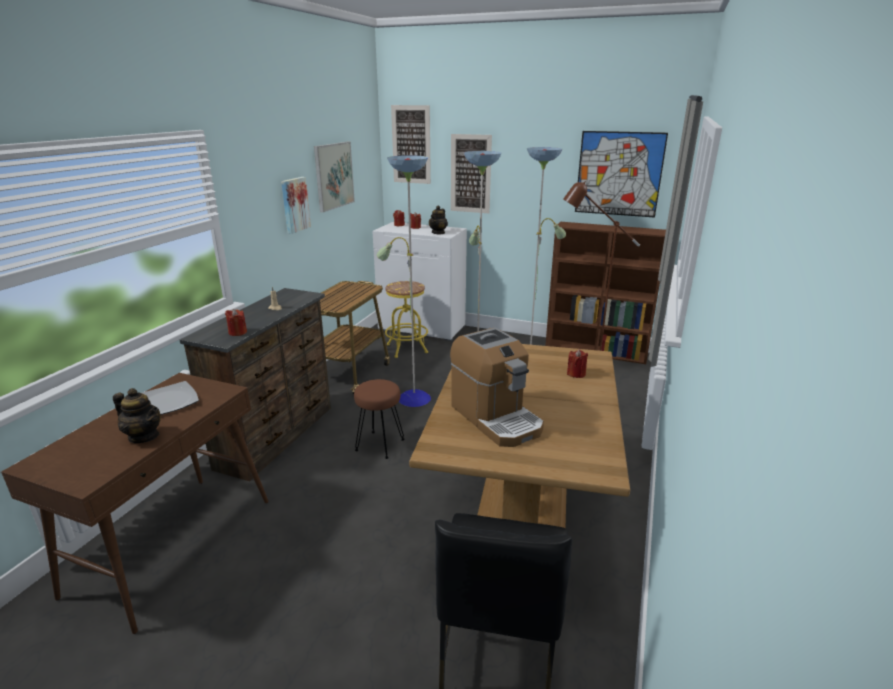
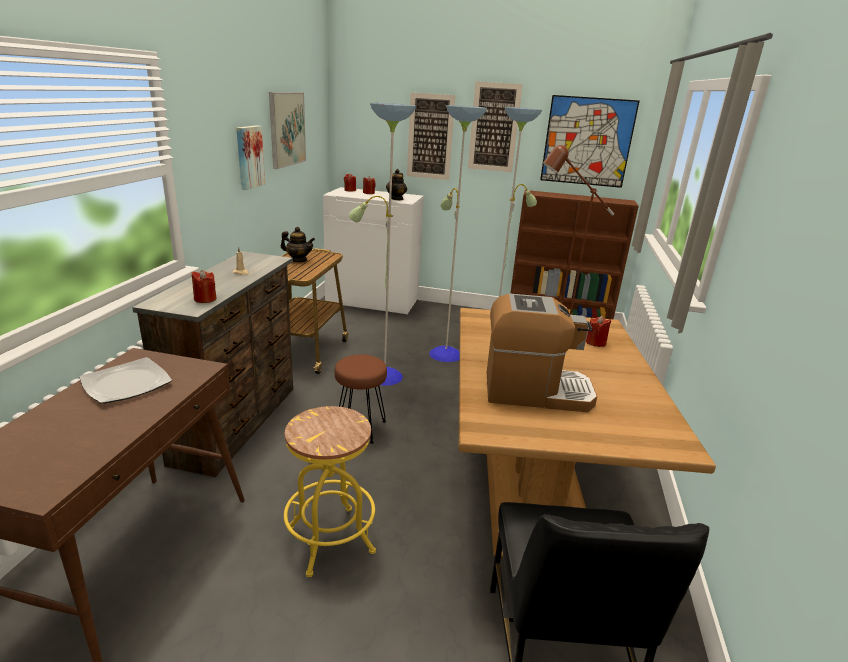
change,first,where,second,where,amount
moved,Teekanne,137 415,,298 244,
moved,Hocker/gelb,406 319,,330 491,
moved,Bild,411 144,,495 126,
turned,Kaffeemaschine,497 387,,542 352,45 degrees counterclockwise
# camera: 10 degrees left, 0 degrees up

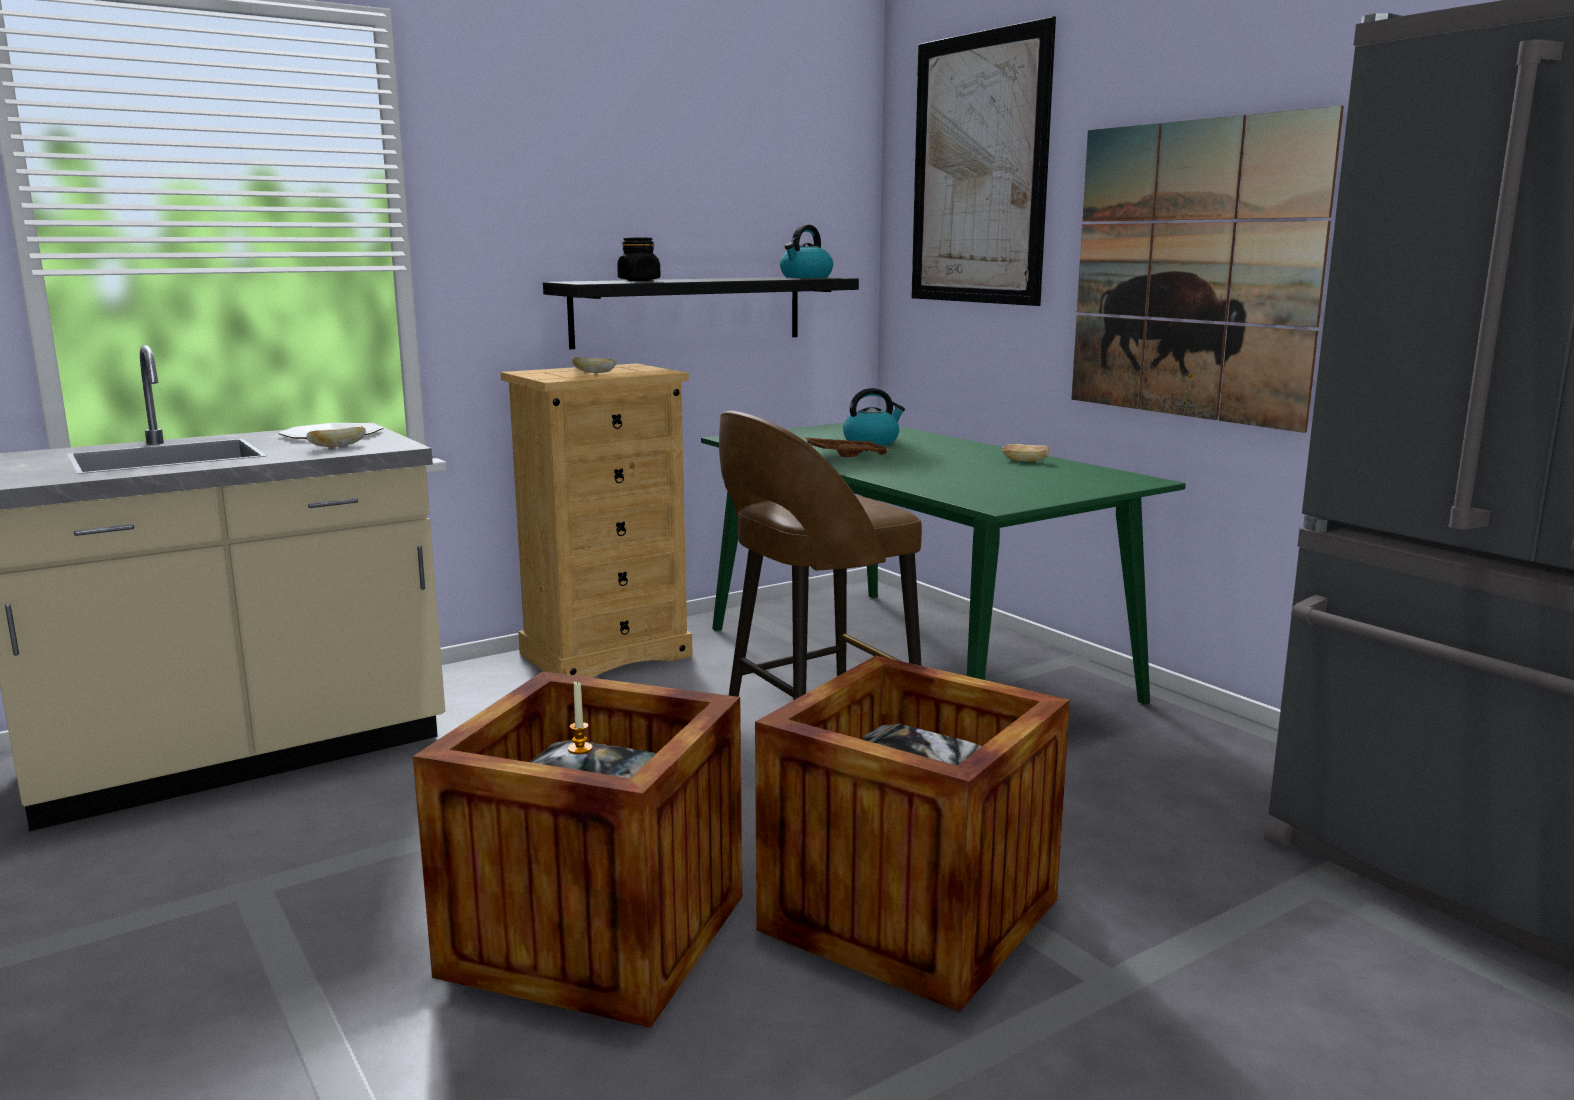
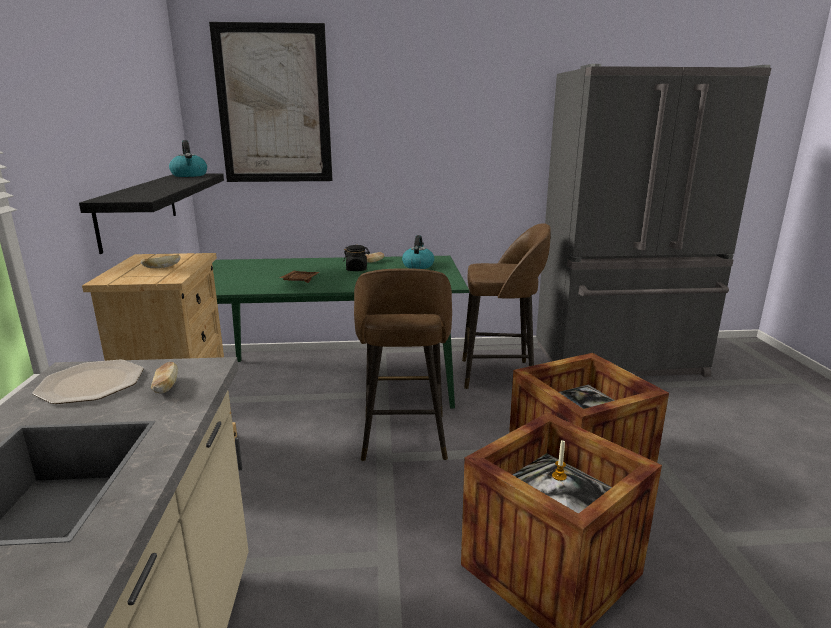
change,first,where,second,where,amount
moved,Vorratsglas/schwarz,639 259,,357 258,
moved,Wasserkessel,874 416,,418 252,
removed,Bild,1207 269,,,
added,,,Hocker/braun,506 306,
# camera: 60 degrees left, 5 degrees up

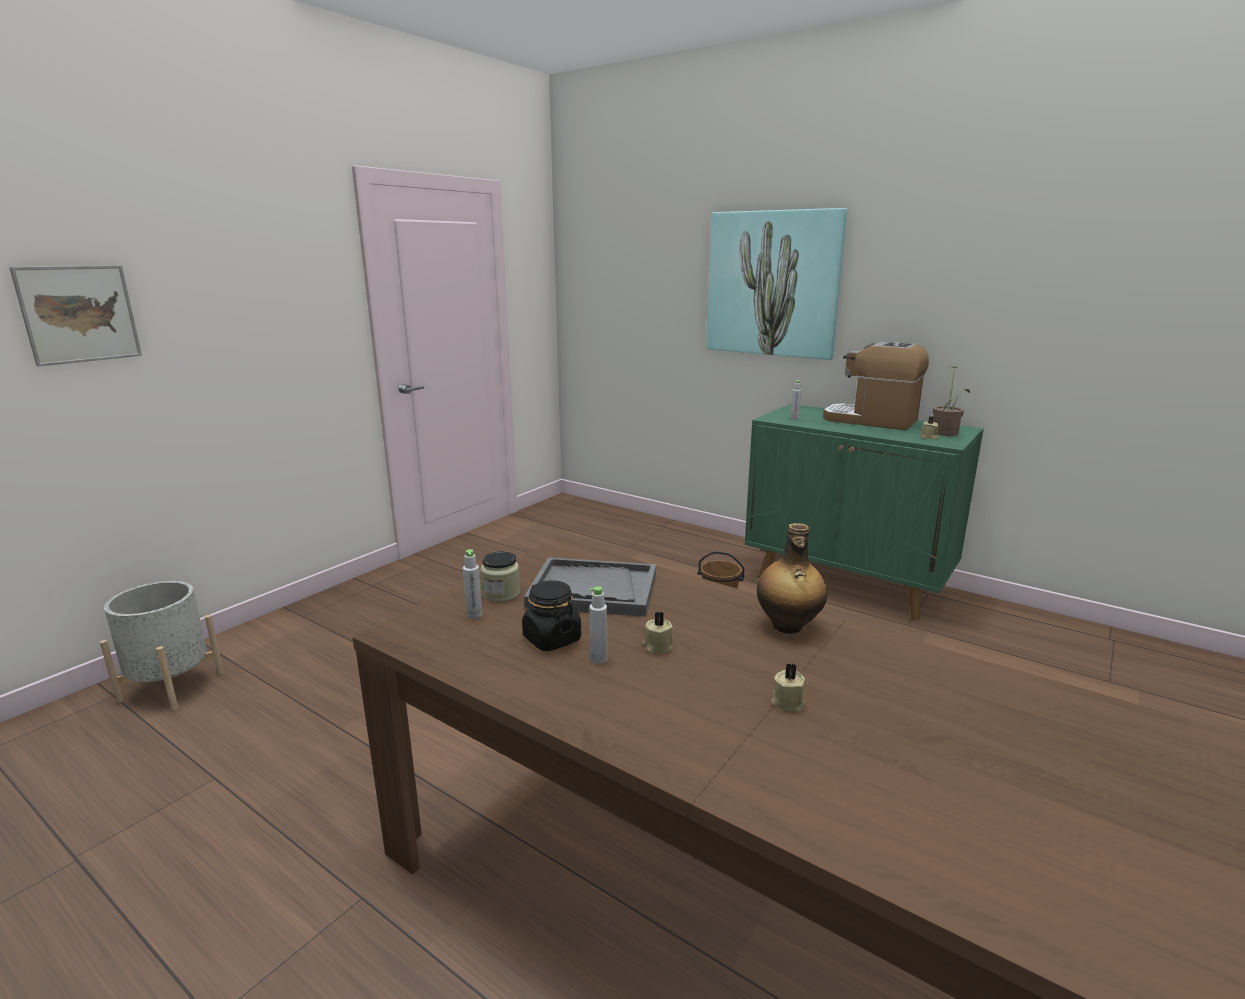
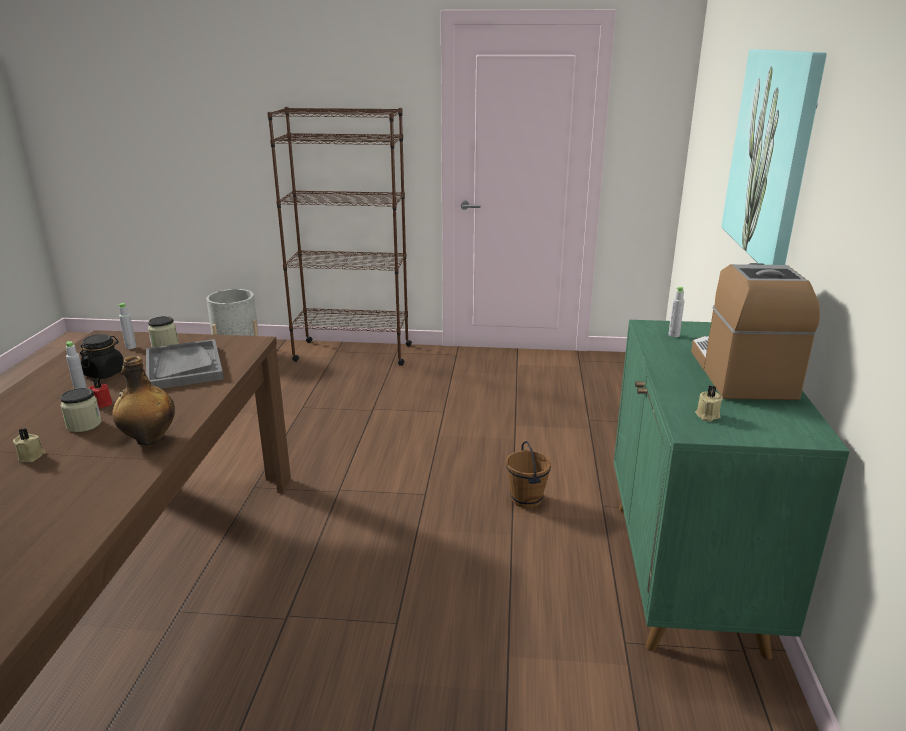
change,first,where,second,where,amount
removed,Bild,75 316,,,
recoloured,Kerze/beige,657 632,Kerze/rot,100 393,
removed,Topfpflanze,951 401,,,
added,,,Vorratsglas,81 410,
added,,,Bücherregal/braun,339 236,
# camera: 60 degrees right, 5 degrees up

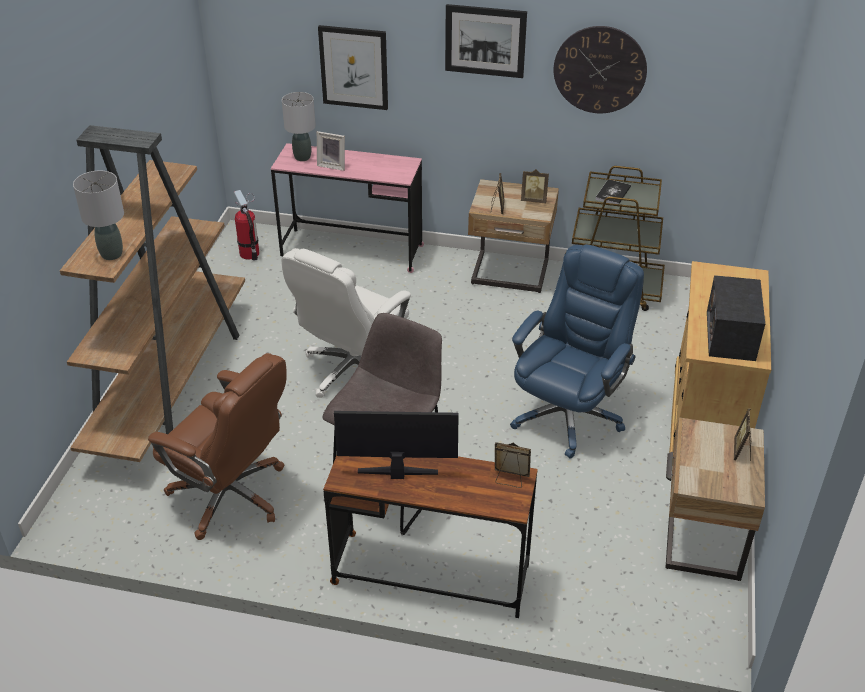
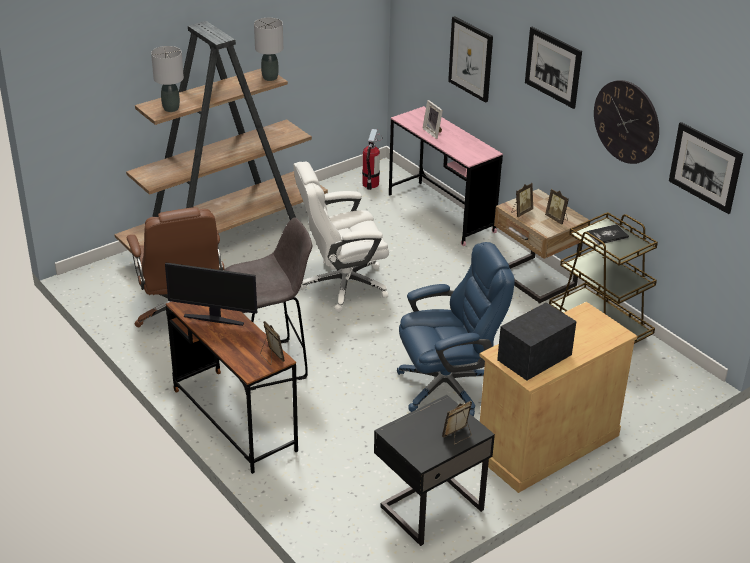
change,first,where,second,where,amount
moved,Tischlampe/grau,299 126,,268 49,
turned,Monitor,396 445,,211 294,150 degrees clockwise
recoloured,Nachttisch/beige,715 499,Nachttisch/schwarz,434 470,
added,,,Bild,706 168,
# camera: 40 degrees right, 5 degrees down

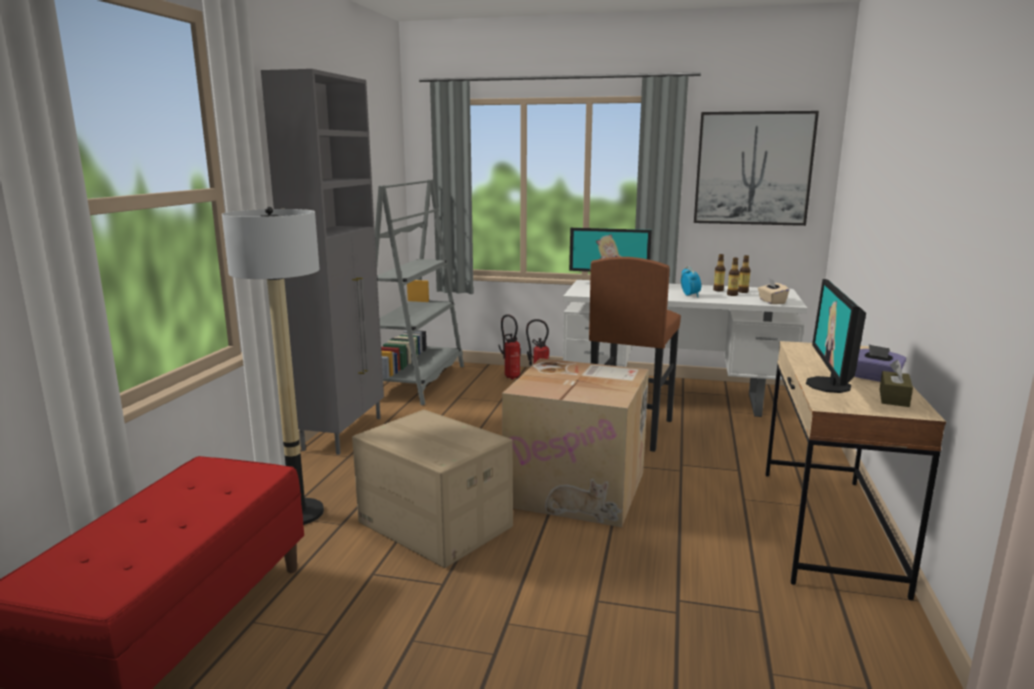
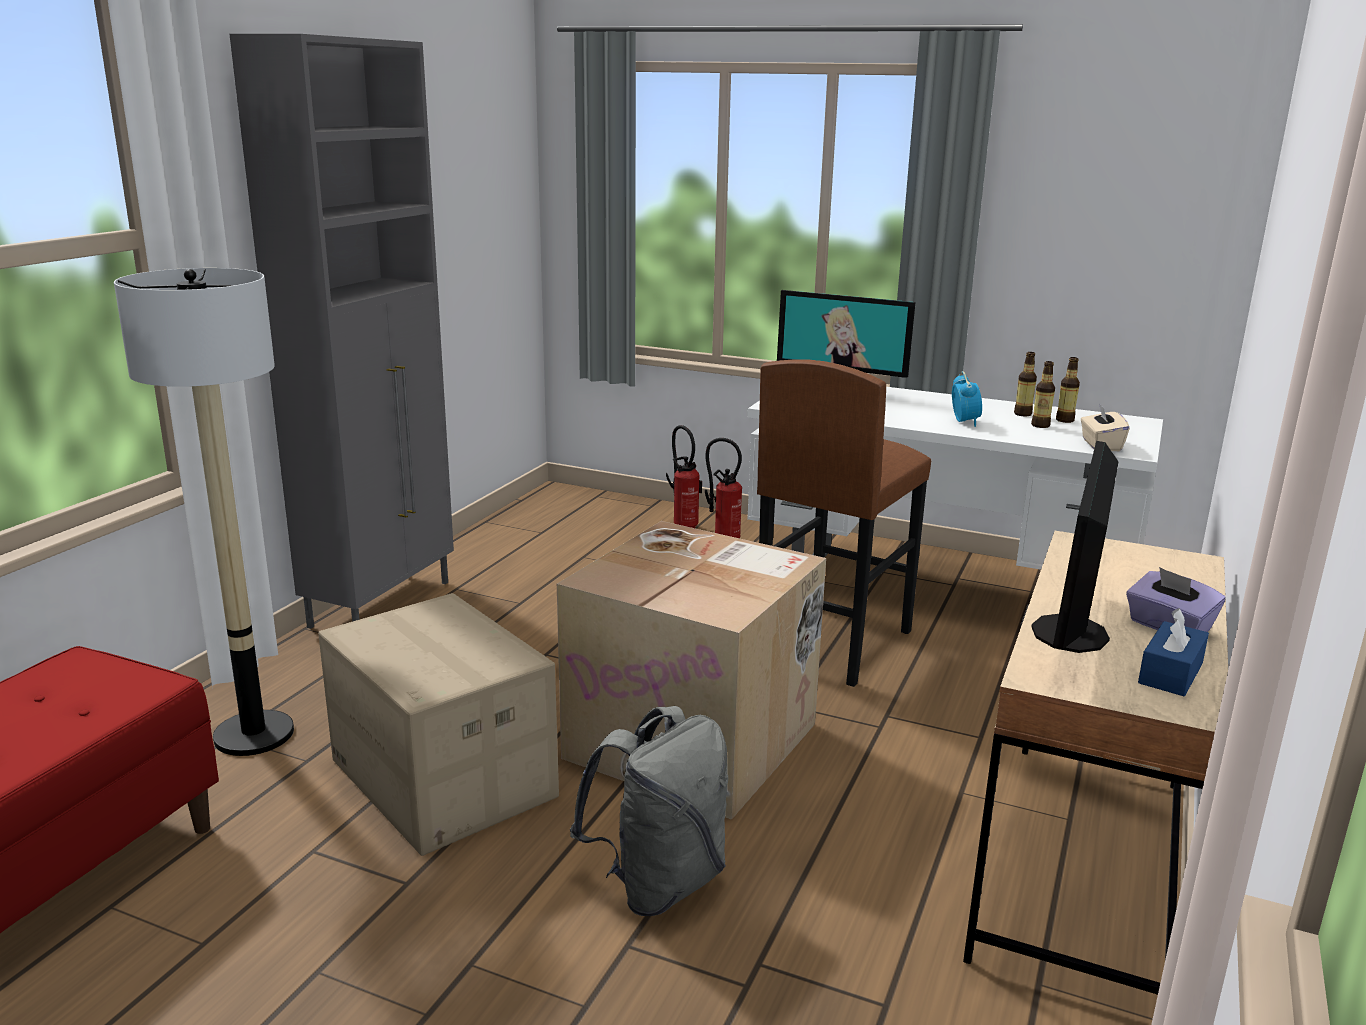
change,first,where,second,where,amount
removed,Bücherregal/grau,419 292,,,
removed,Bild,756 168,,,
recoloured,Taschentuchbox/braun,896 383,Taschentuchbox/blau,1173 652,
added,,,Rucksack/grau,649 811,
# camera: 10 degrees right, 5 degrees up

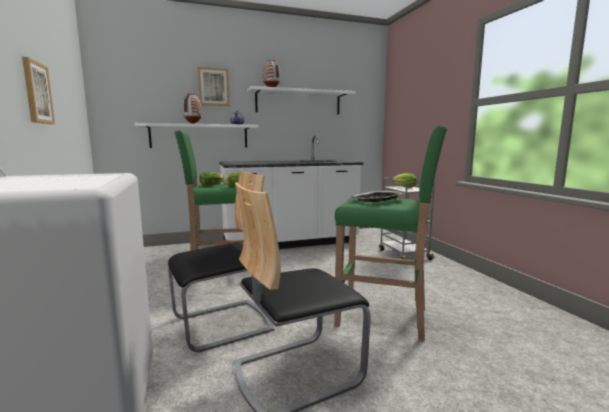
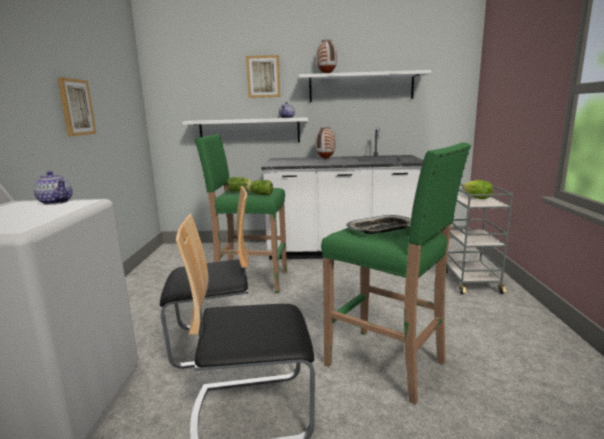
change,first,where,second,where,amount
moved,Vase,192 108,,325 143,
added,,,Teekanne,53 188,
# camera: 20 degrees right, 5 degrees up

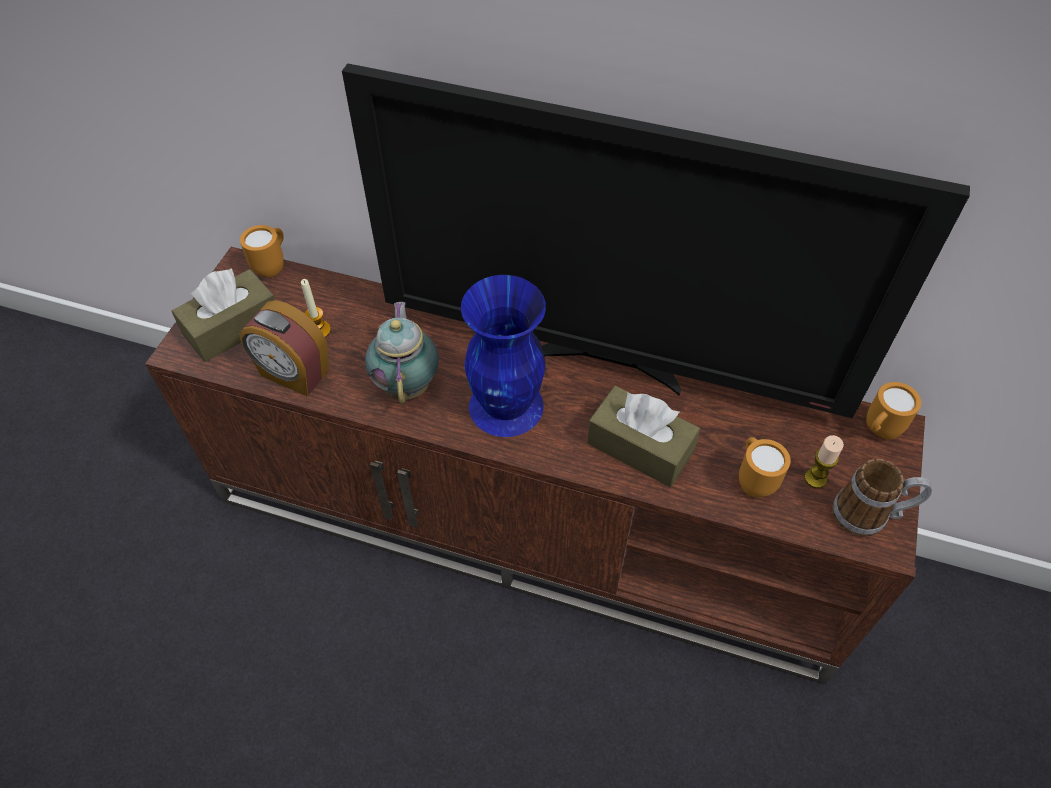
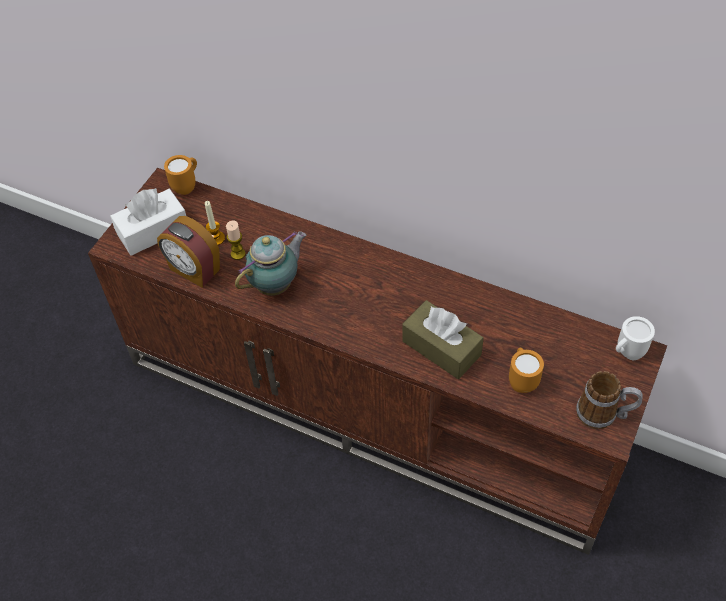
change,first,where,second,where,amount
recoloured,Taschentuchbox/braun,223 315,Taschentuchbox/weiß,148 222,
removed,Fernseher,656 240,,,
turned,Teekanne,402 353,,270 263,45 degrees clockwise
removed,Vase/blau,503 356,,,
moved,Kerze,824 461,,236 240,
recoloured,Henkelbecher/orange,893 411,Henkelbecher/weiß,635 338,
# camera: 10 degrees right, 0 degrees up

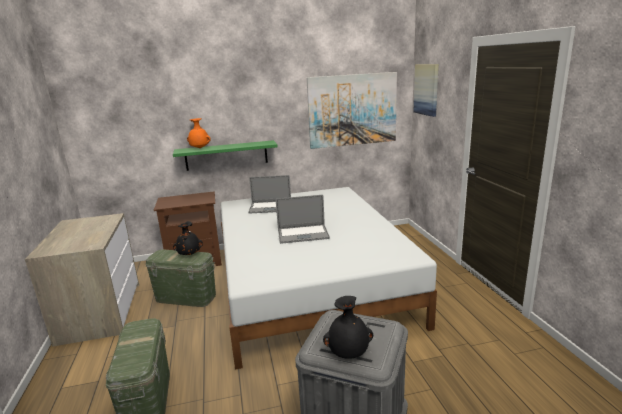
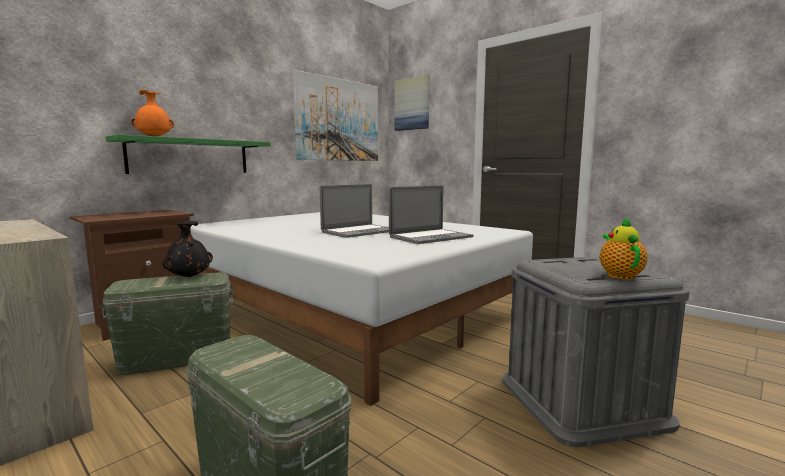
change,first,where,second,where,amount
moved,Laptop,269 194,,431 214,
replaced,Vase/schwarz,348 327,Teekanne,624 248,
# camera: 35 degrees left, 10 degrees down

